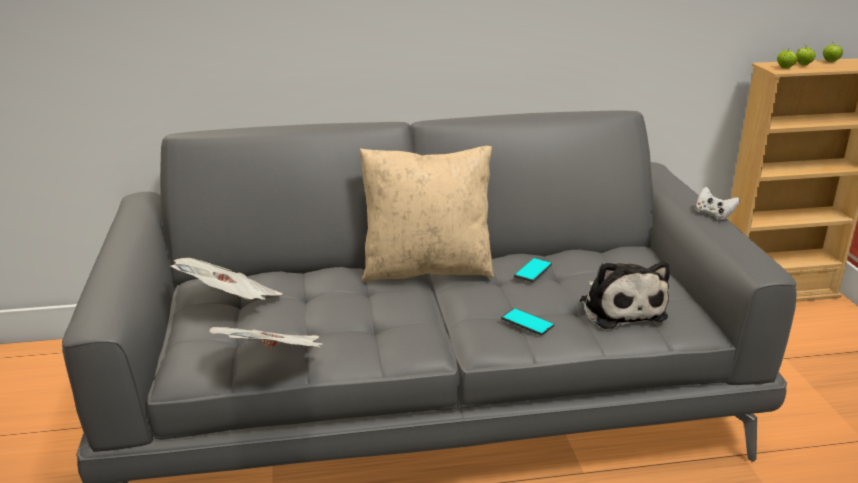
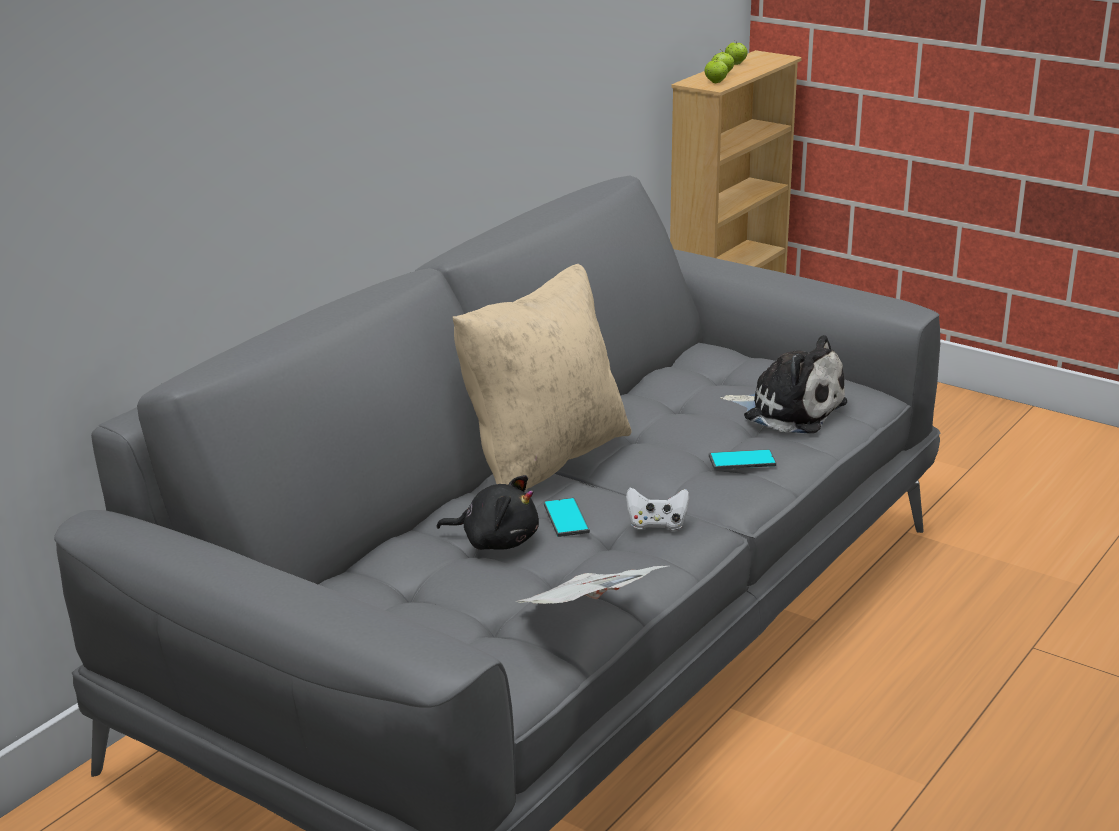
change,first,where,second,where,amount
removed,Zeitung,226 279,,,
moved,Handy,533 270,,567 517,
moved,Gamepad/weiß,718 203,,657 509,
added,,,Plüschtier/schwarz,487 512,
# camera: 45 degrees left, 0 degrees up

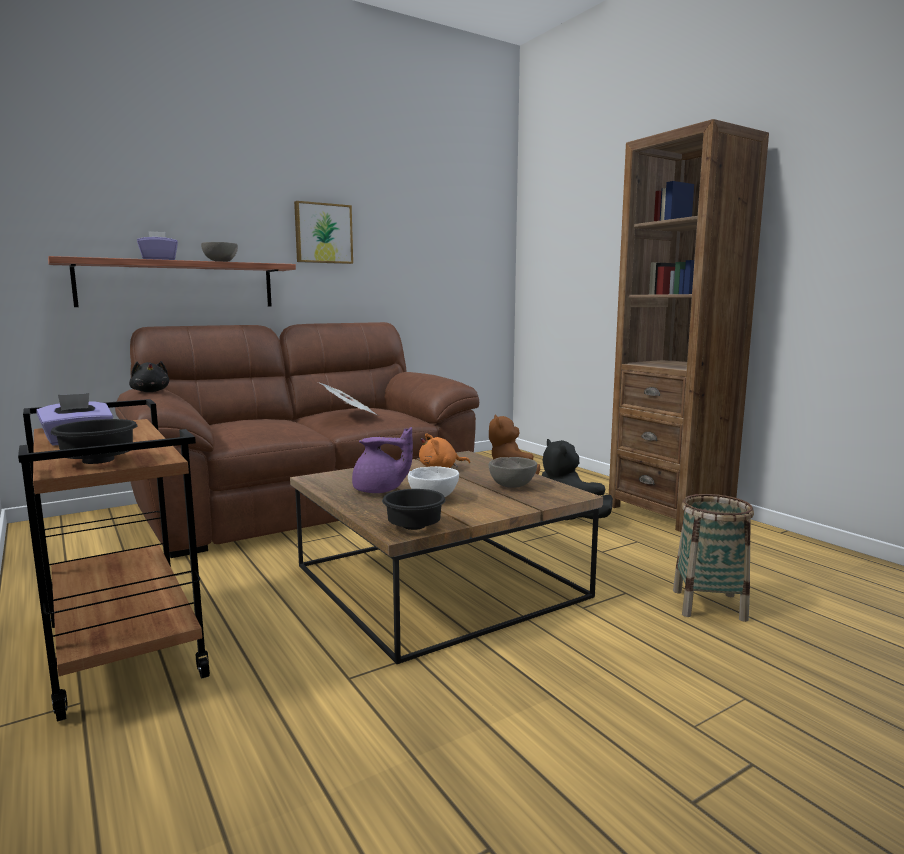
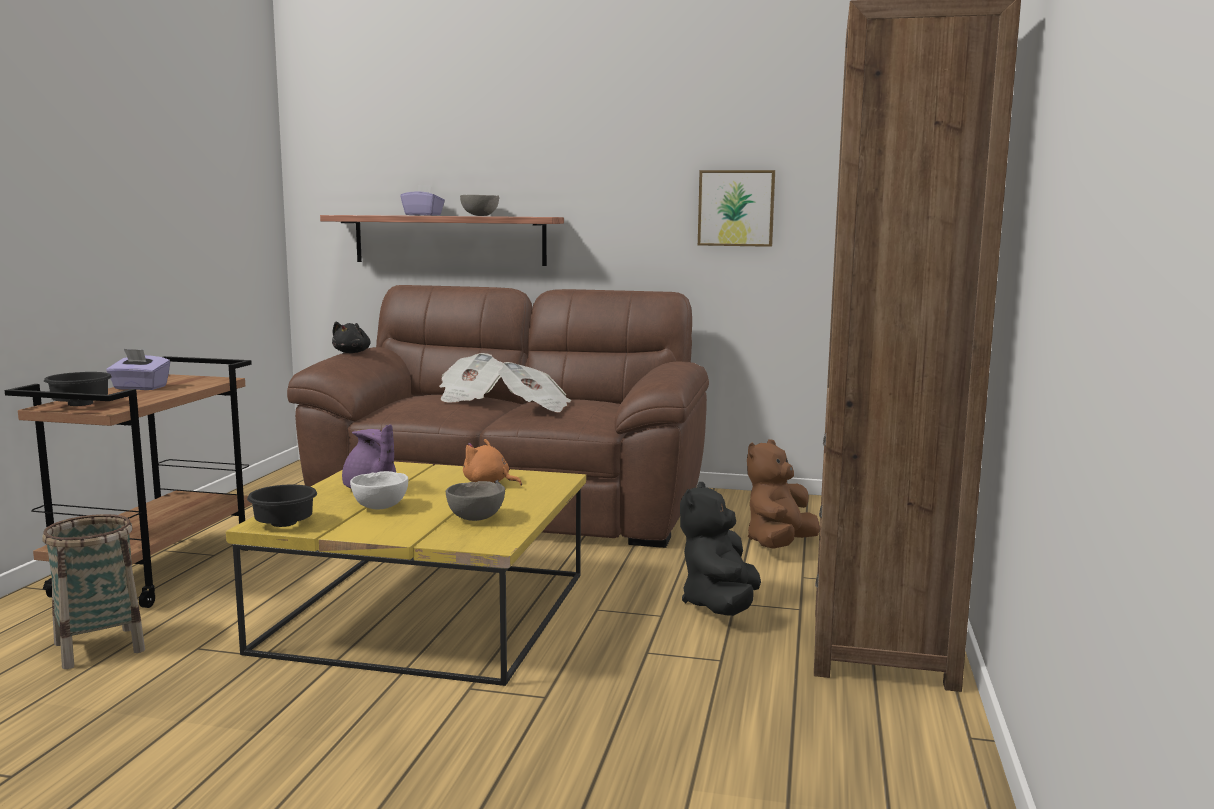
change,first,where,second,where,amount
recoloured,Couchtisch/braun,446 557,Couchtisch/gelb,406 574,
moved,Bild,323 232,,736 208,
moved,Korb,713 558,,93 591,
added,,,Zeitung,471 378,
# camera: 45 degrees right, 0 degrees up

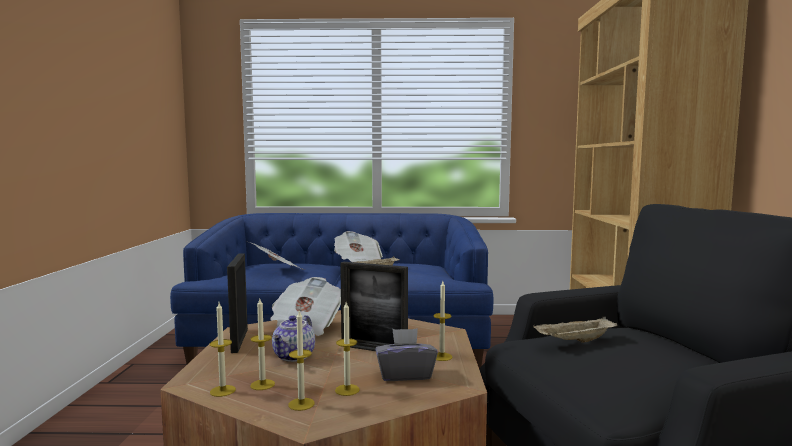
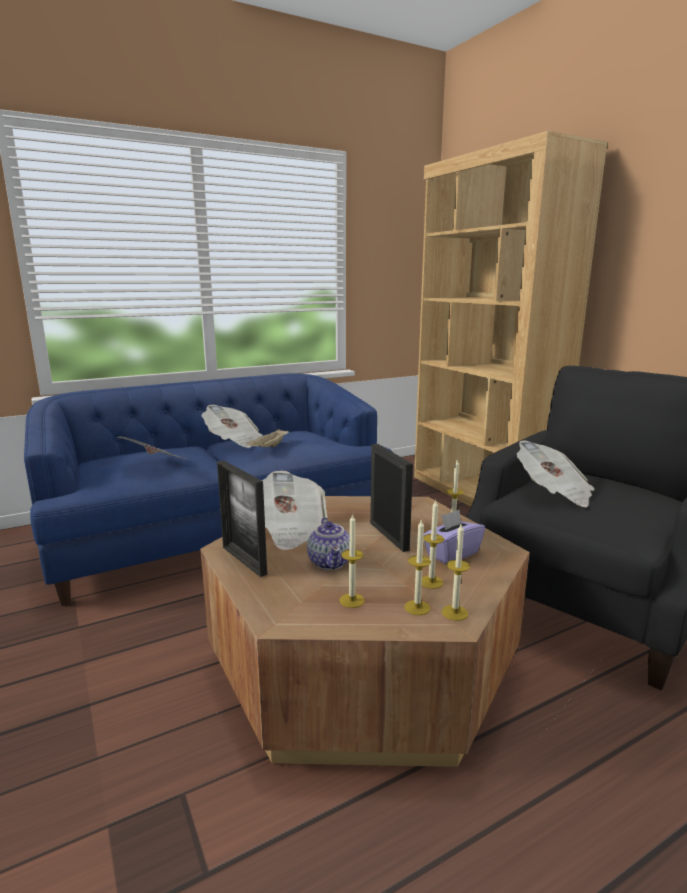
change,first,where,second,where,amount
moved,Kerze,223 350,,456 572,
turned,Bilderrahmen,374 306,,391 498,105 degrees counterclockwise
recoloured,Taschentuchbox/grau,407 354,Taschentuchbox/lila,454 537,
replaced,Tablett/beige,575 330,Zeitung,555 474,
# camera: 30 degrees left, 10 degrees up

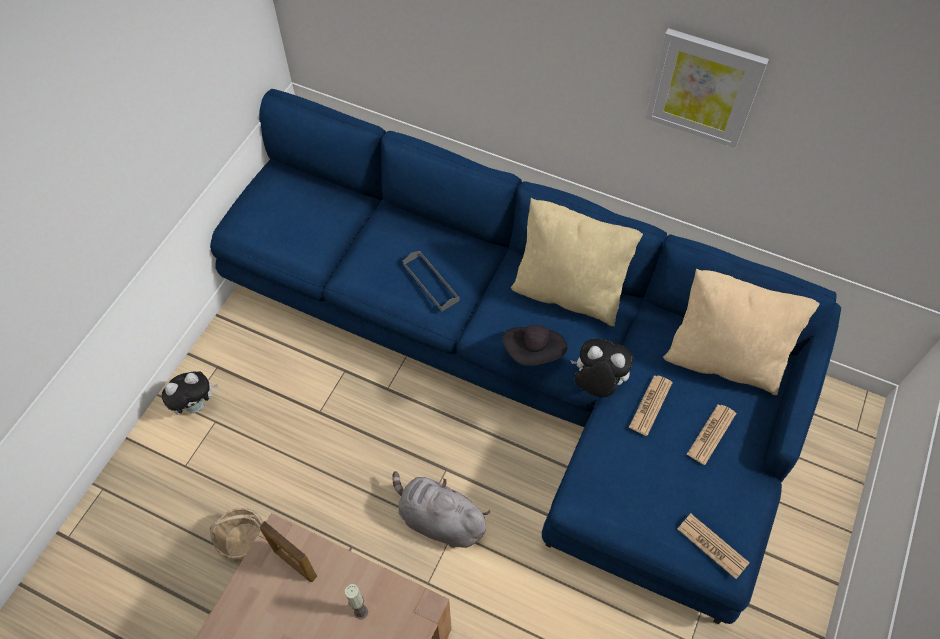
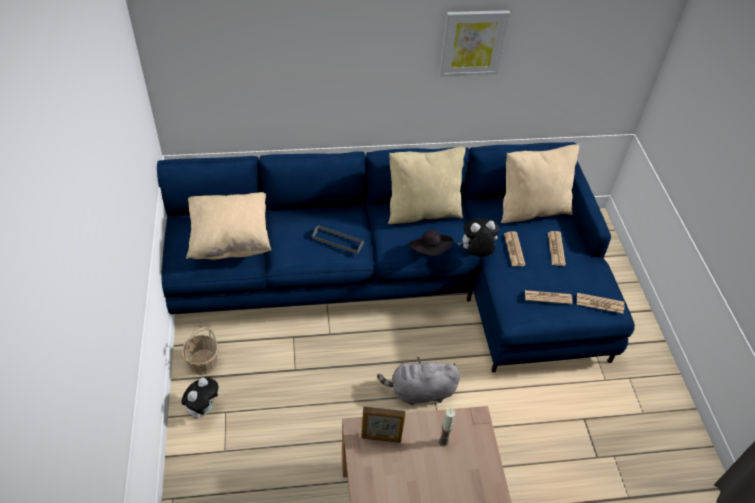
change,first,where,second,where,amount
moved,Korb,236 535,,200 351,
added,,,Kissen/beige,229 225,
added,,,Zeitung,549 297,
# camera: 35 degrees left, 10 degrees down

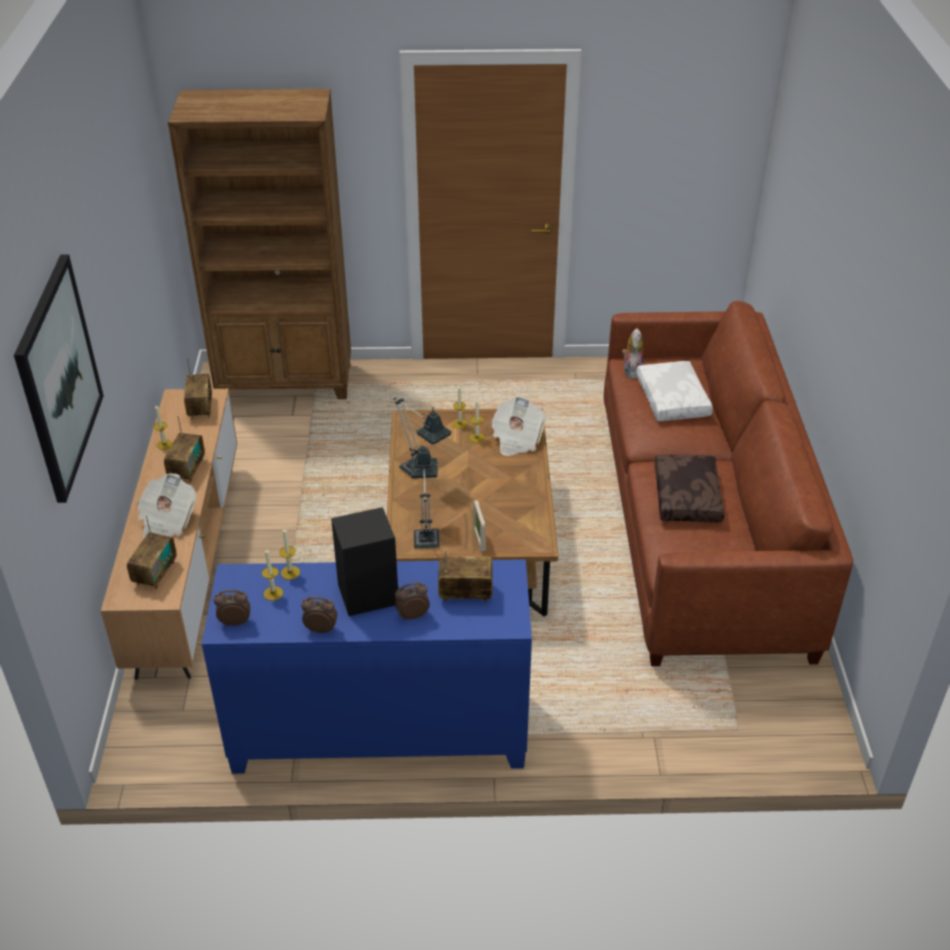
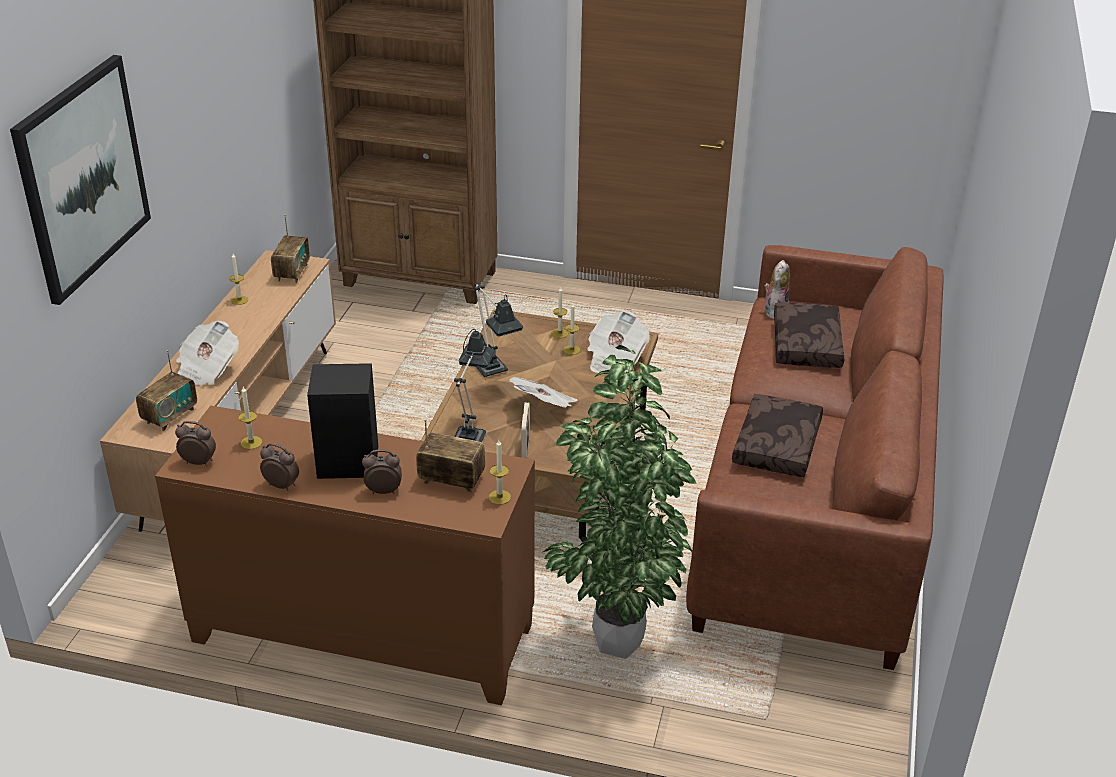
change,first,where,second,where,amount
removed,Radio,184 449,,,
recoloured,Schrank/blau,367 666,Schrank/braun,345 555,
moved,Kerze,289 554,,499 472,
recoloured,Kissen/weiß,674 391,Kissen/braun,809 335,
added,,,Zeitung,543 392,
added,,,Topfpflanze,620 502,
# camera: 15 degrees right, 5 degrees down

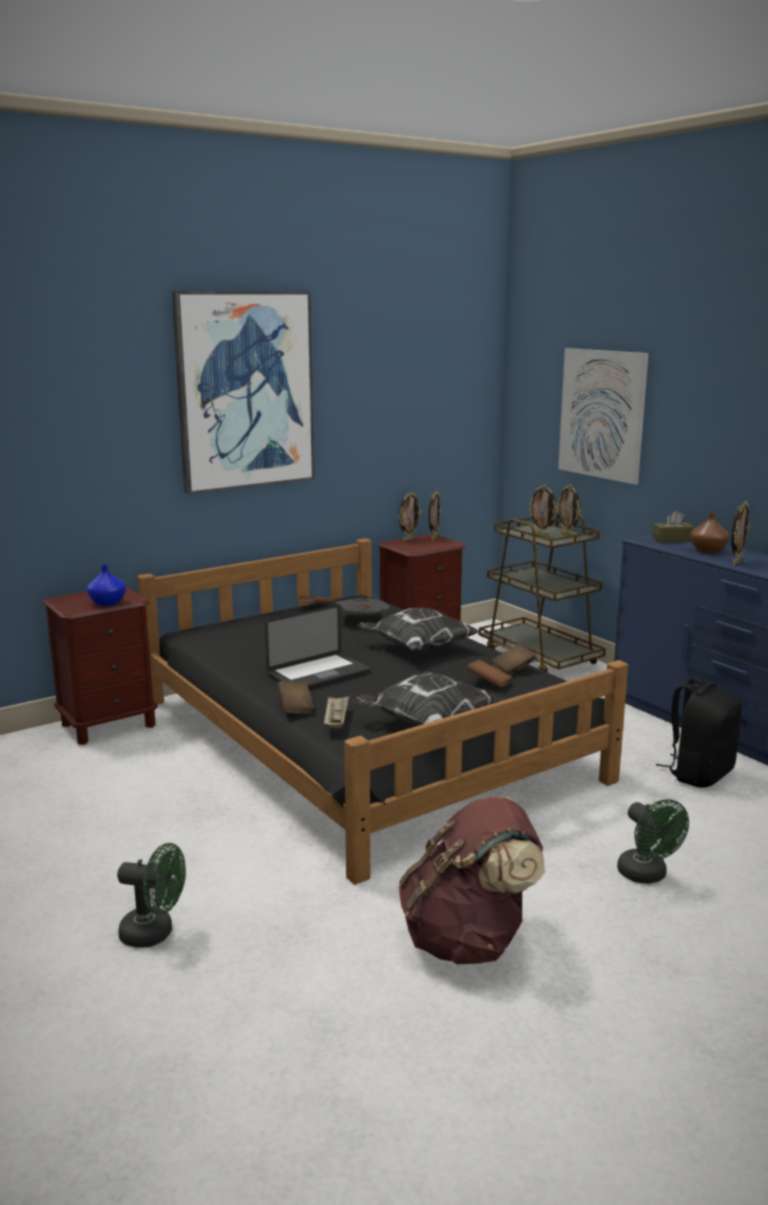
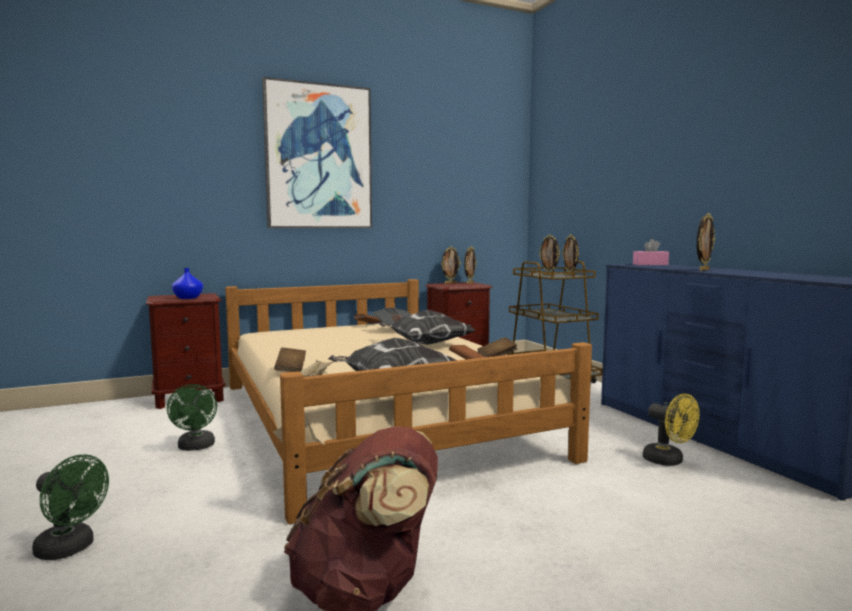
change,first,where,second,where,amount
recoloured,Bett/schwarz,382 711,Bett/beige,408 401,
removed,Laptop,317 647,,,
removed,Bild,603 416,,,
moved,Ventilator/grün,653 841,,192 417,
recoloured,Taschentuchbox/braun,673 527,Taschentuchbox/rosa,651 252,
replaced,Rucksack/schwarz,699 732,Ventilator/gelb,671 430,
removed,Vase/braun,709 533,,,
# camera: 10 degrees right, 10 degrees down

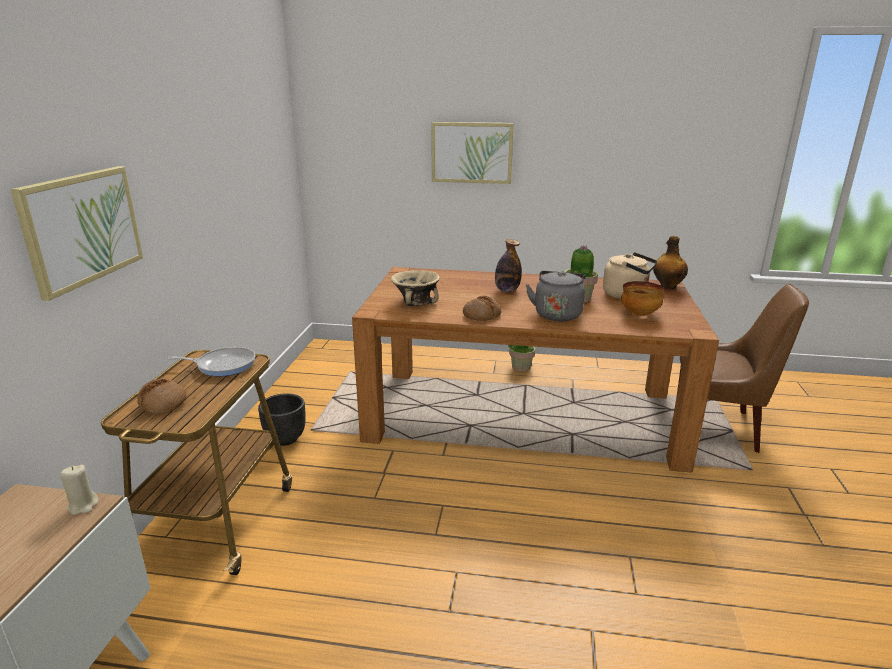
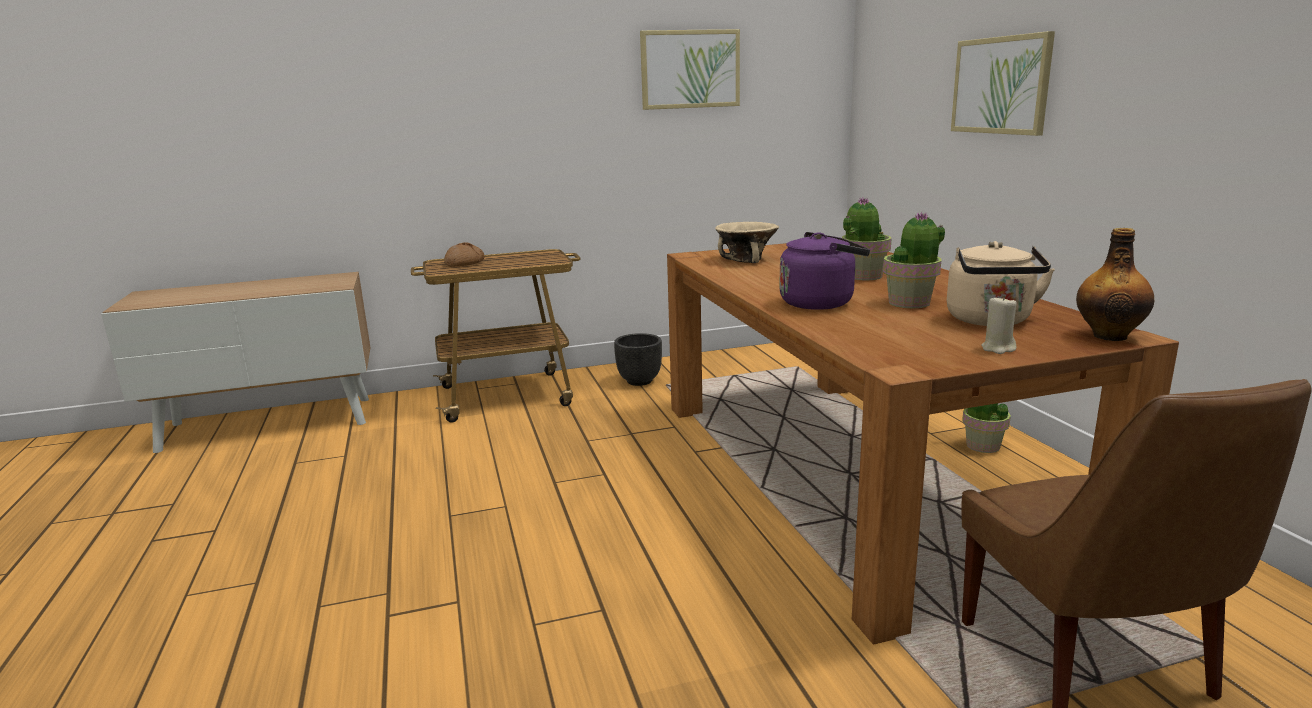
change,first,where,second,where,amount
moved,Bild,76 233,,690 69,
moved,Kerze/beige,79 490,,999 324,
removed,Pfanne,211 361,,,
removed,Brot,482 308,,,
replaced,Flasche,508 265,Topfpflanze,867 239,
recoloured,Wasserkessel/grau,556 296,Wasserkessel/lila,824 271,
removed,Schüssel,642 298,,,
# camera: 65 degrees right, 5 degrees down

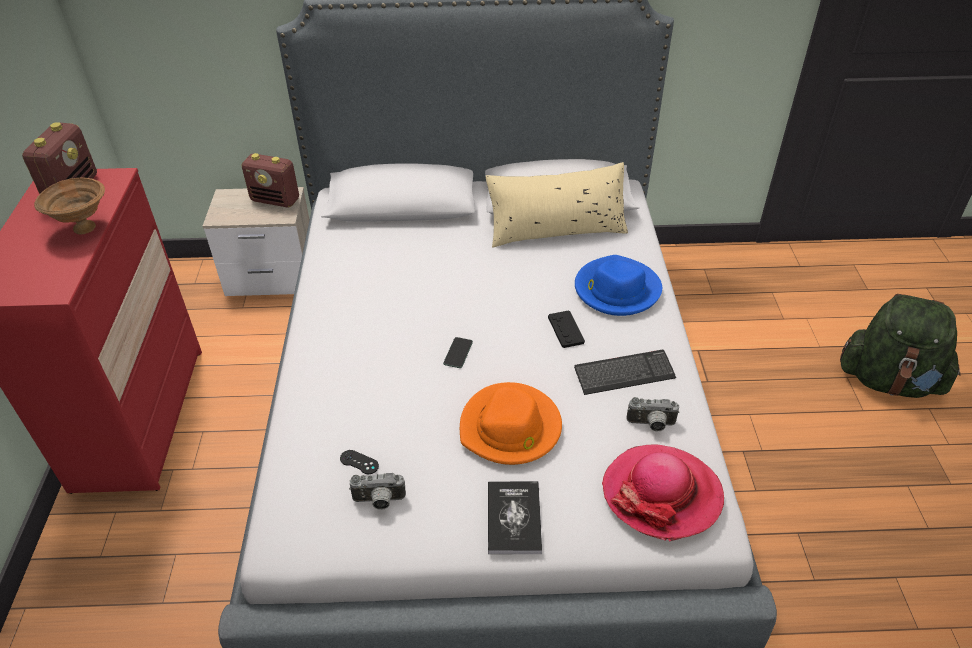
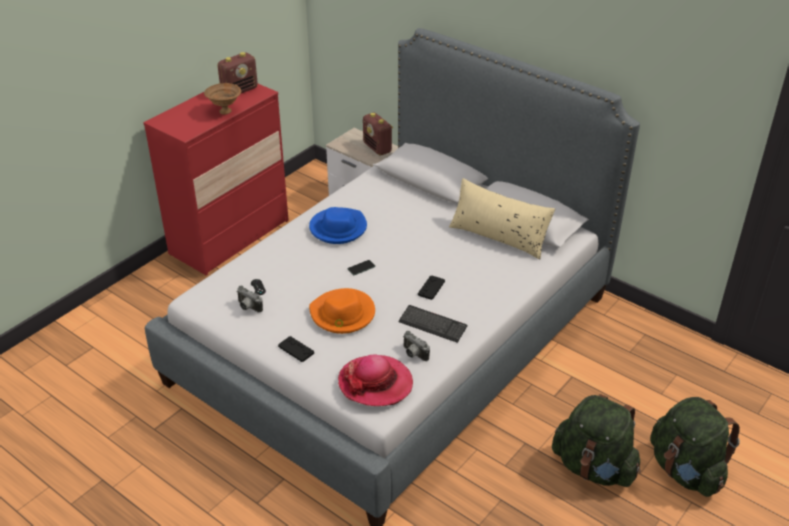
change,first,where,second,where,amount
replaced,Buch,515 517,Gamepad/schwarz,296 349,
moved,Hut/blau,618 285,,338 225,
added,,,Rucksack/grün,596 440,
# camera: 40 degrees right, 5 degrees down

